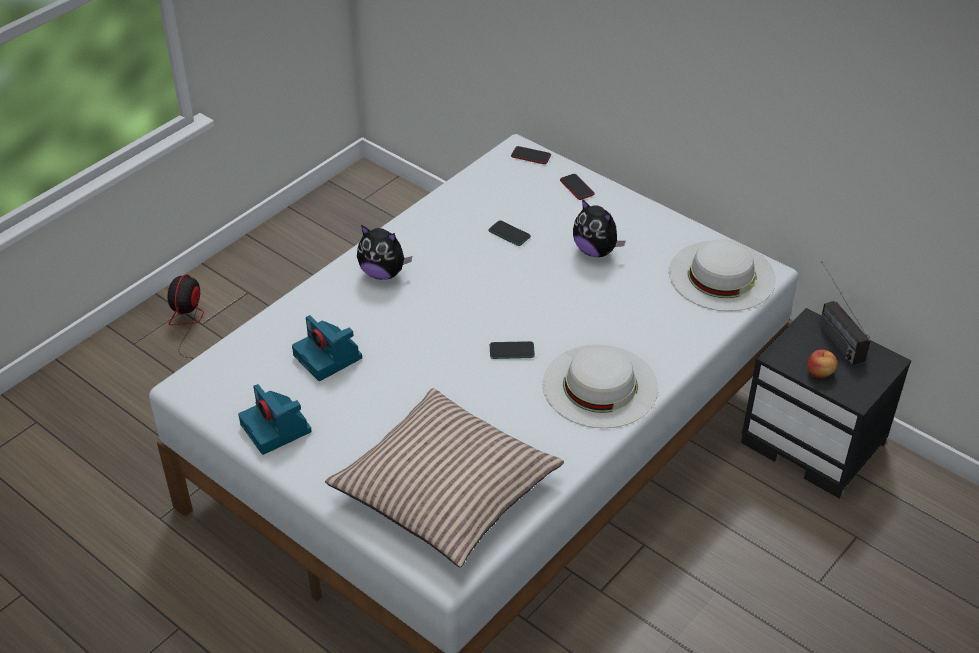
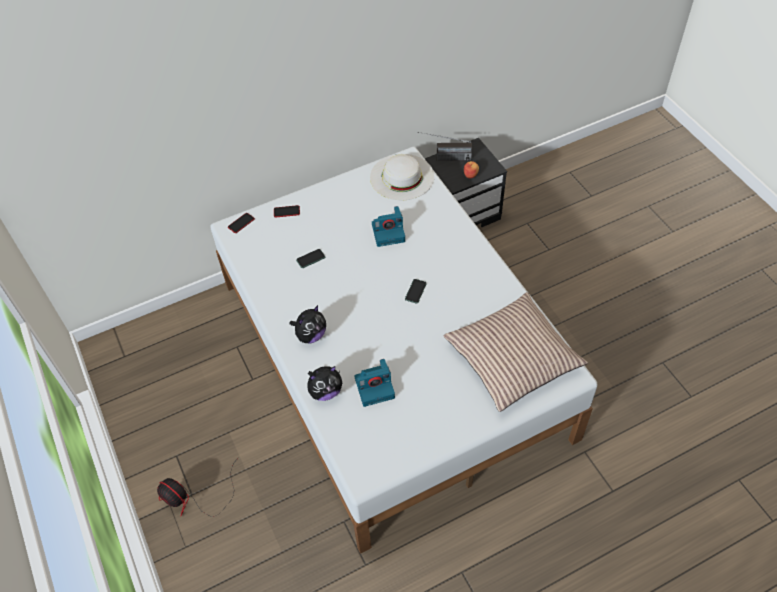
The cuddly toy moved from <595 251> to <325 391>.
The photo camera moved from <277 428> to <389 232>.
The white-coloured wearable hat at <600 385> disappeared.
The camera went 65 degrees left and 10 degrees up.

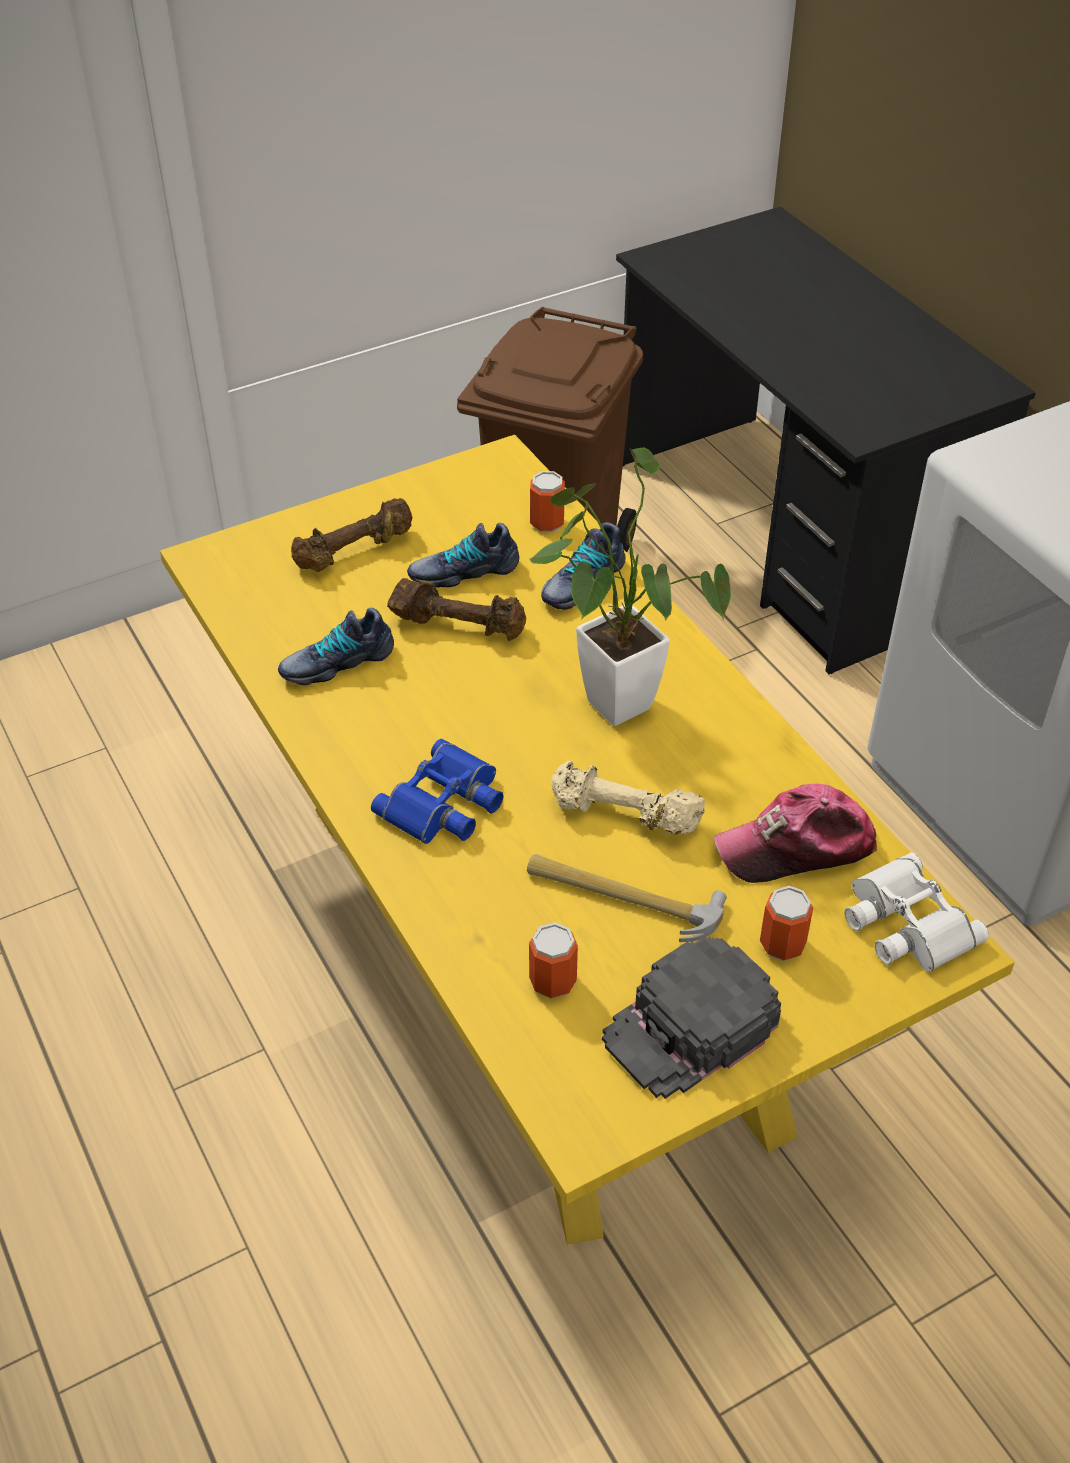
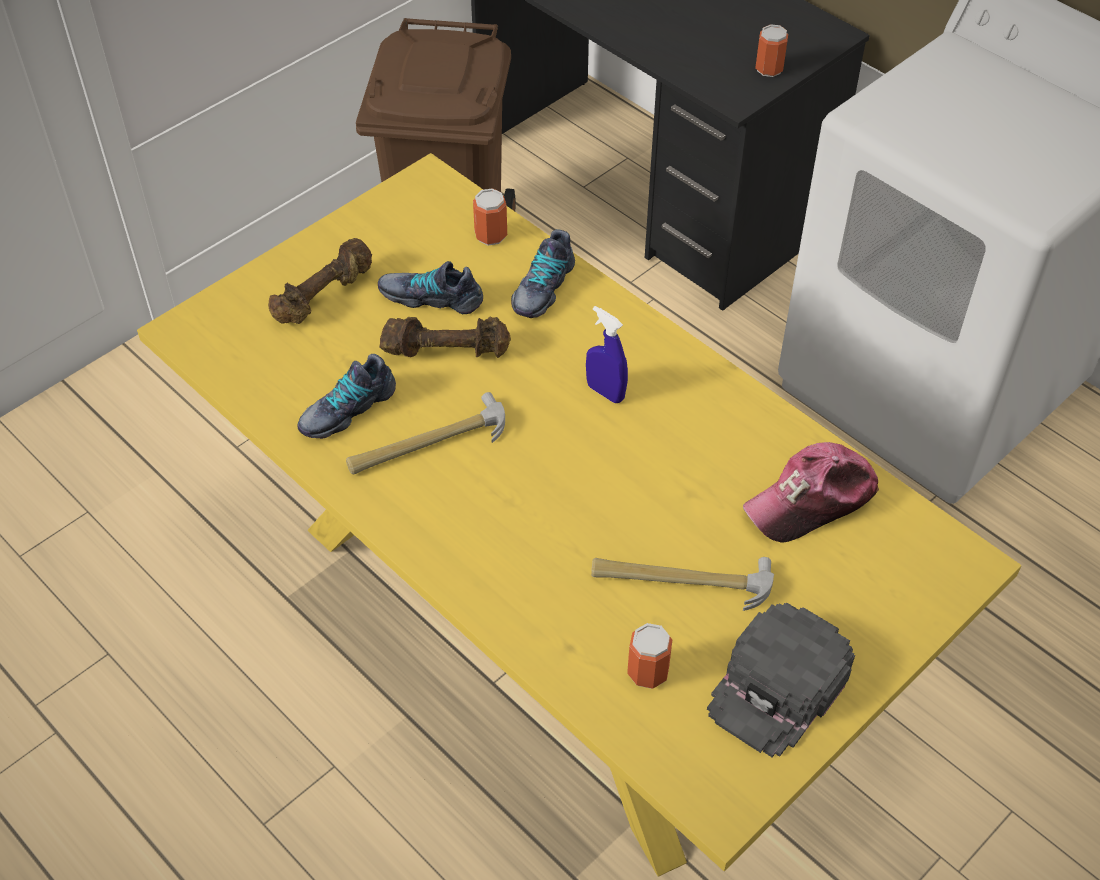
The hand hammer at <428 443> appeared.
The shoe at <463 571> turned 45 degrees clockwise.
The plant in a pot at <610 696> was replaced by the bluish sprayer at <605 392>.
The metal can moved from <782 944> to <769 69>.
The bluish binoculars at <445 804> disappeared.
The beige-coloured free weight at <623 816> disappeared.
The white-coloured binoculars at <904 923> disappeared.
The camera went 15 degrees left and 5 degrees up.

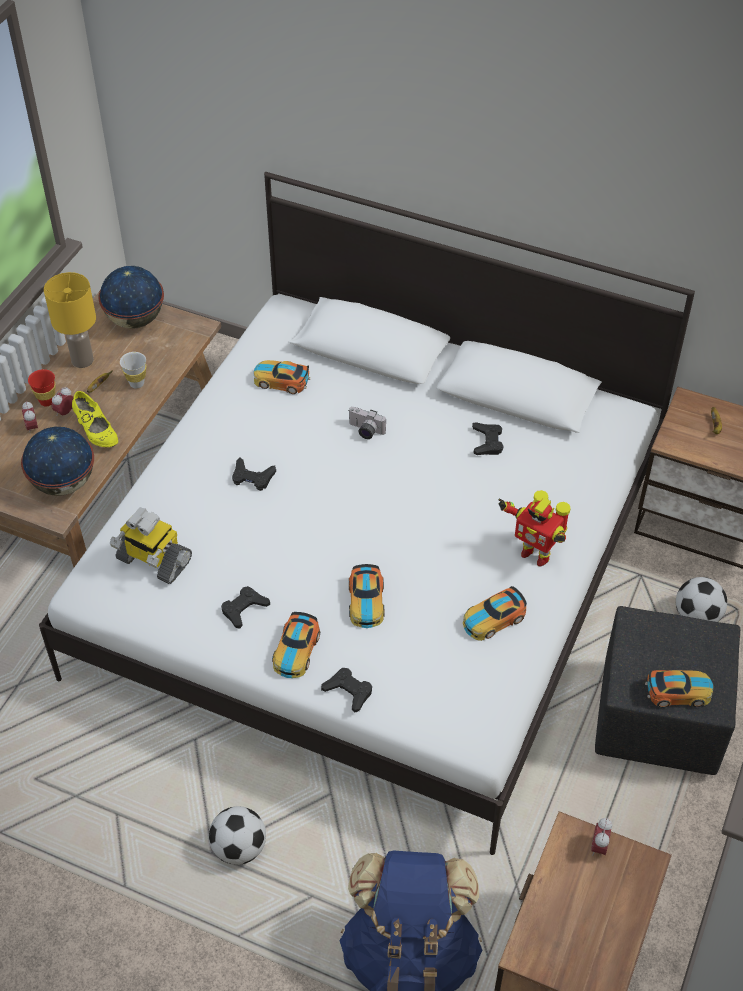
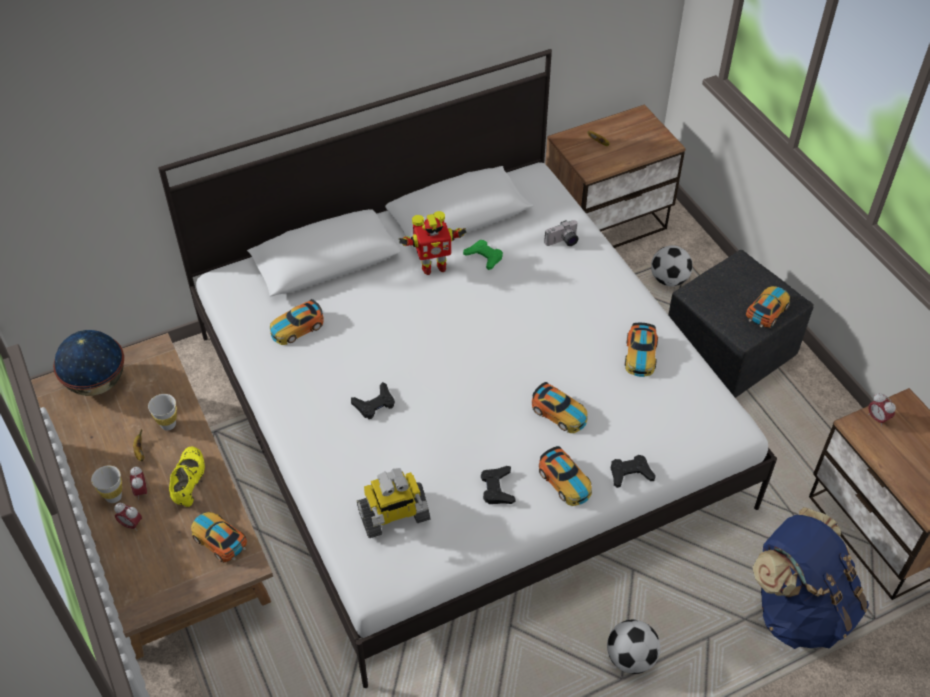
The red drinking cup at <47 401> became the white-coloured drinking cup at <114 497>.
The yellow-coloured shoe at <96 432> turned 90 degrees counterclockwise.
The world globe at <63 484> was replaced by the toy car at <219 539>.
The model robot moved from <535 553> to <432 267>.
The black-coloured game controller at <487 442> became the greenish game controller at <484 257>.
The photo camera moved from <365 431> to <563 242>.
The yellow-coloured lamp for a table at <82 360> disappeared.
The camera went 50 degrees left and 0 degrees up.

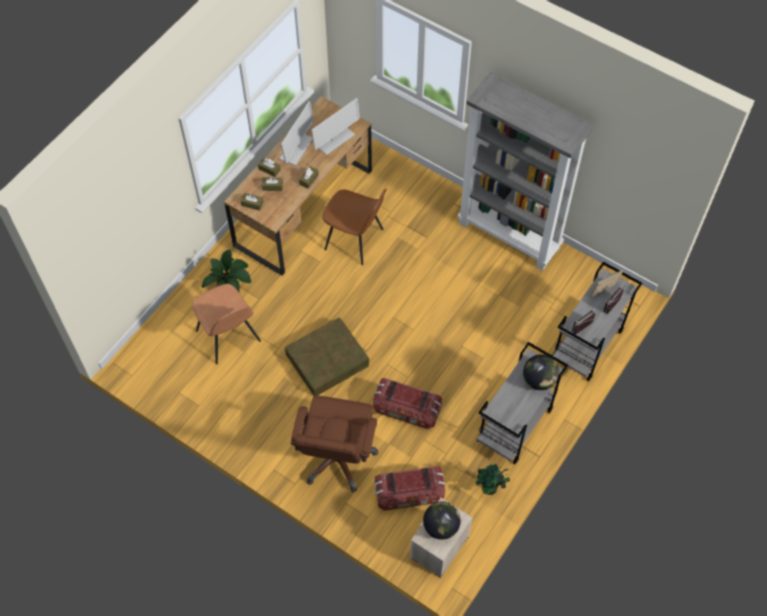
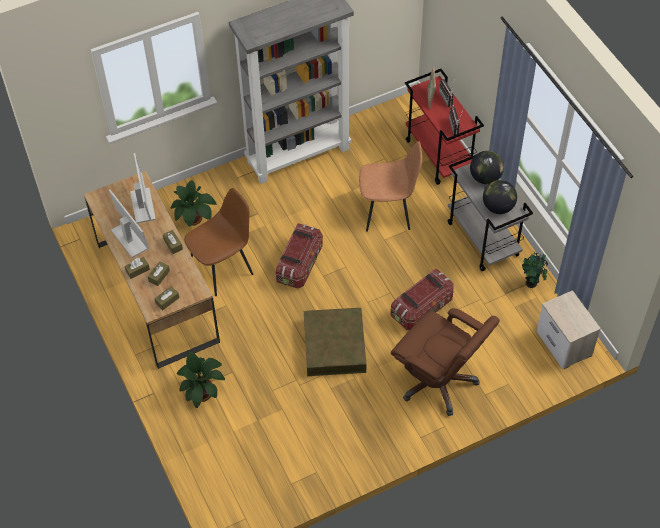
The plant in a pot at <194 219> appeared.
The storage container moved from <409 494> to <300 264>.
The brownish upright chair moved from <229 337> to <388 211>.
The grey cart at <587 346> became the red cart at <439 156>.
The world globe moved from <441 526> to <498 207>.
The camera went 60 degrees left and 5 degrees down.

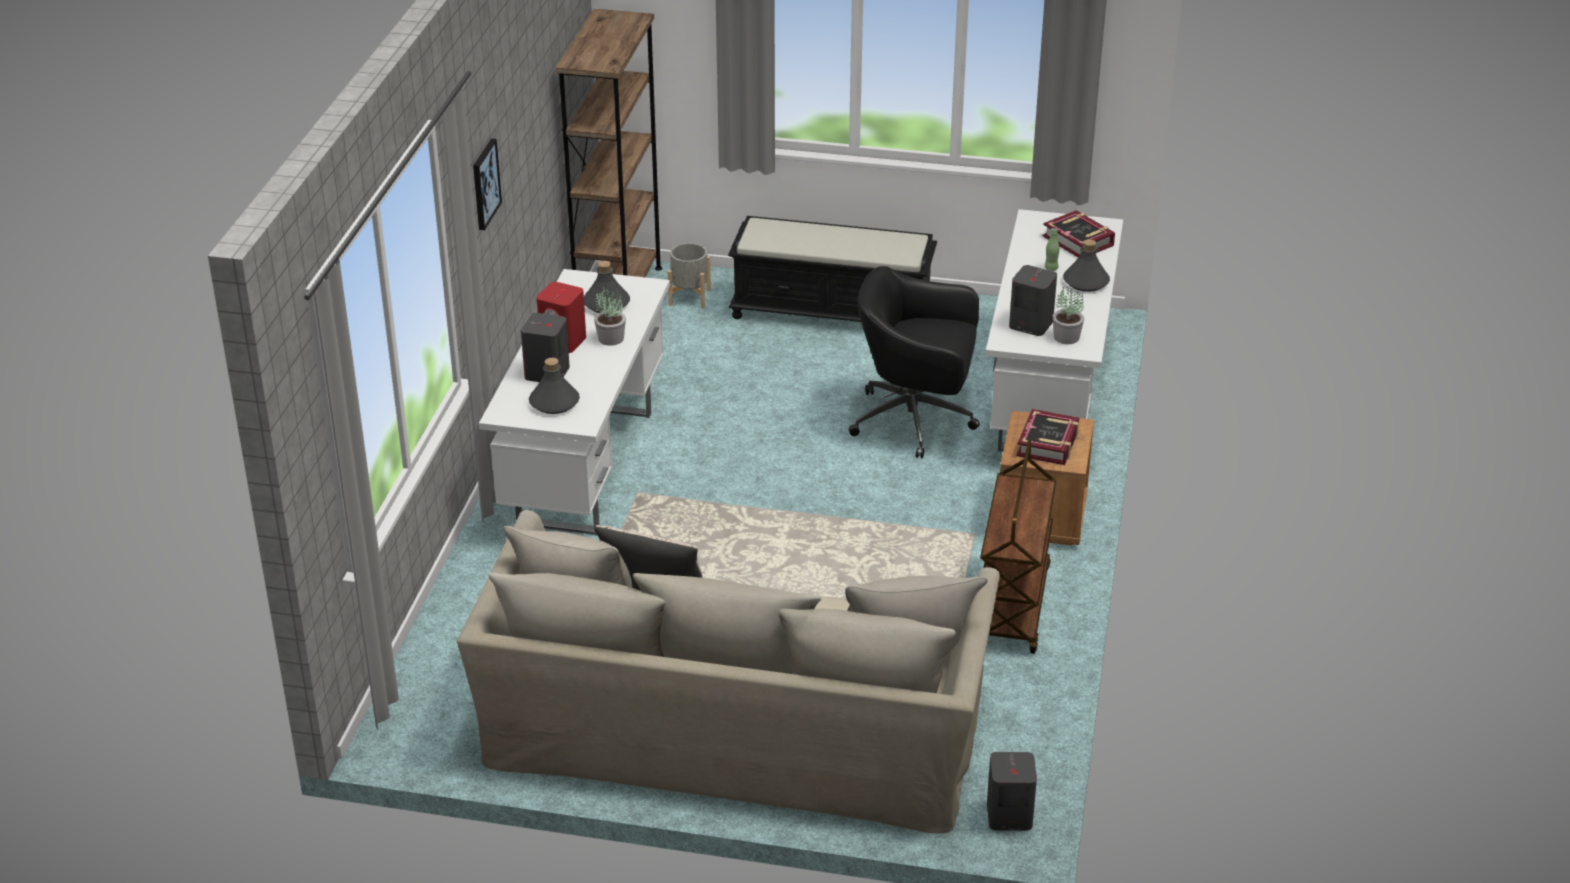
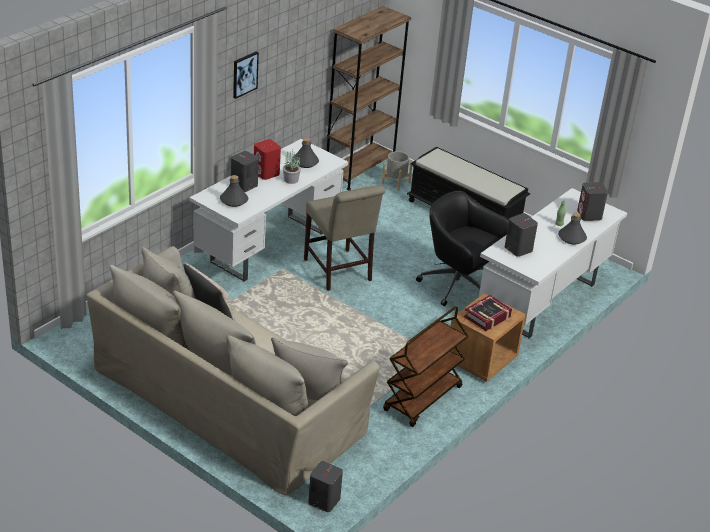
The beige-coloured upright chair at <339 272> appeared.
The bound book at <1078 241> was replaced by the grey speaker at <589 215>.
The plant in a pot at <1066 337> disappeared.
The camera went 25 degrees right and 0 degrees up.

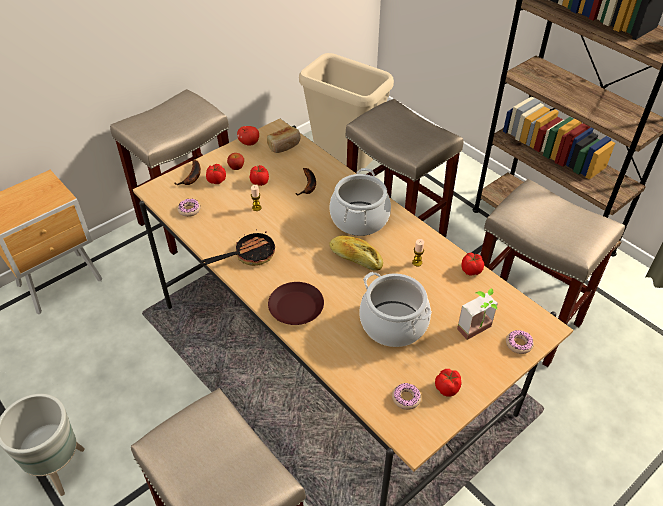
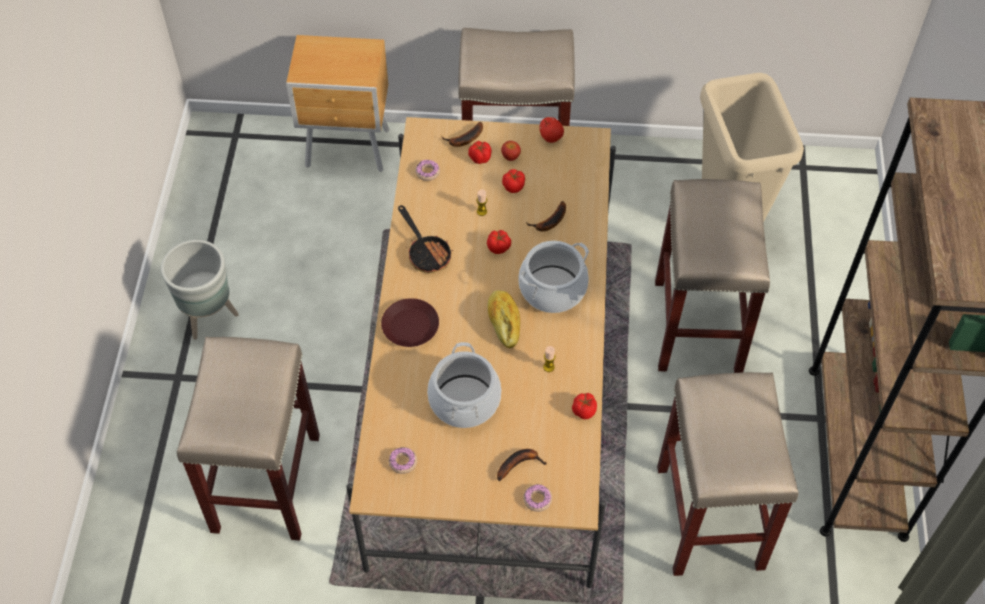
The pan at <249 255> turned 45 degrees clockwise.
The tomato moved from <447 388> to <499 247>.
The plant in a pot at <478 332> was replaced by the banana fruit at <519 463>.
The baked bread at <284 145> disappeared.
The camera went 45 degrees right and 10 degrees up.

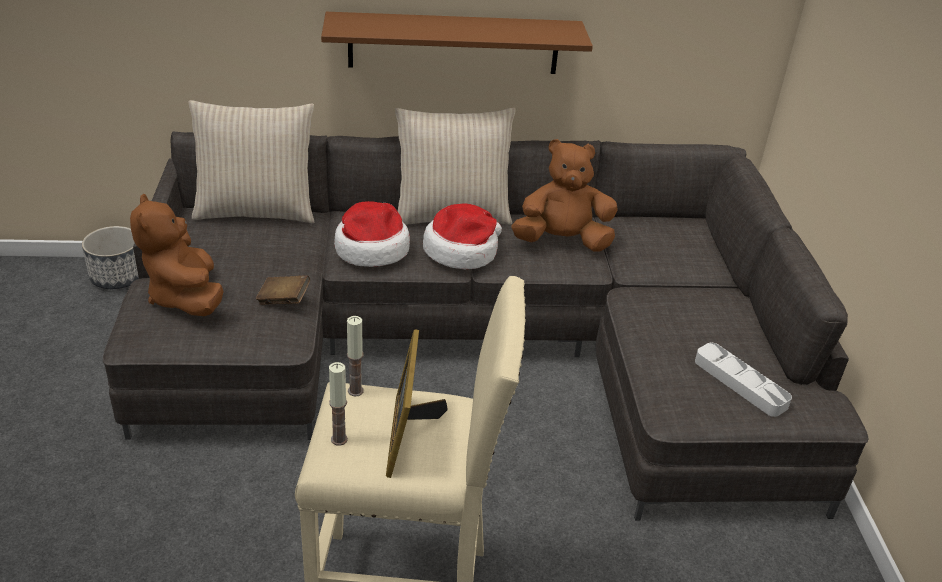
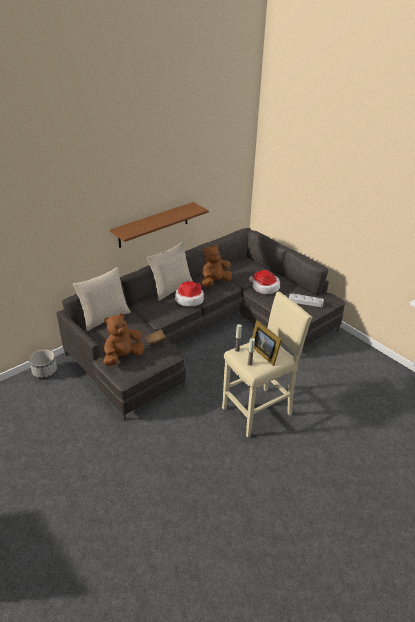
The brownish cuddly toy at <185 297> turned 105 degrees clockwise.
The wearable hat moved from <371 249> to <264 287>.
The camera went 35 degrees left and 0 degrees up.

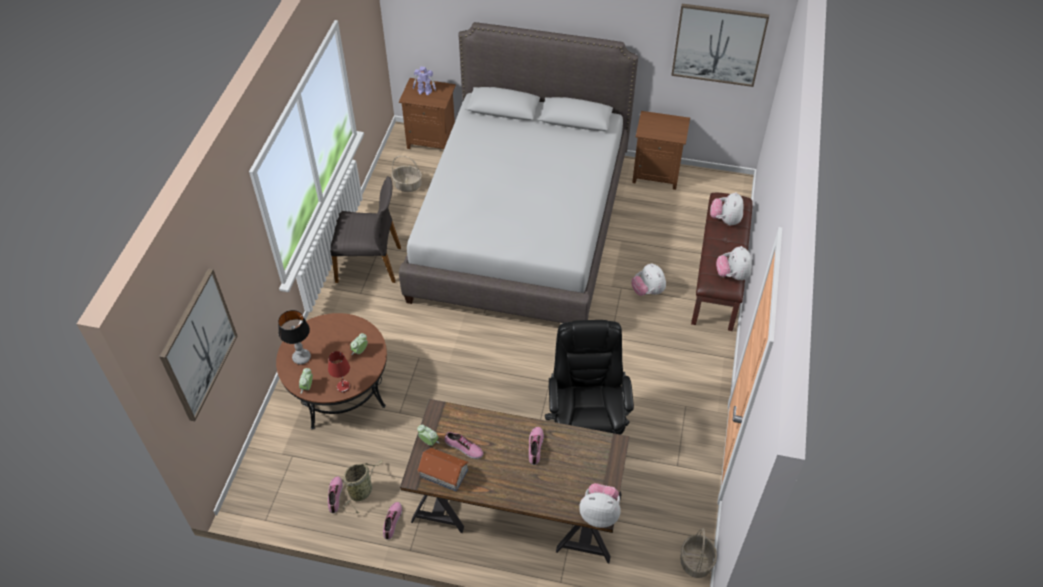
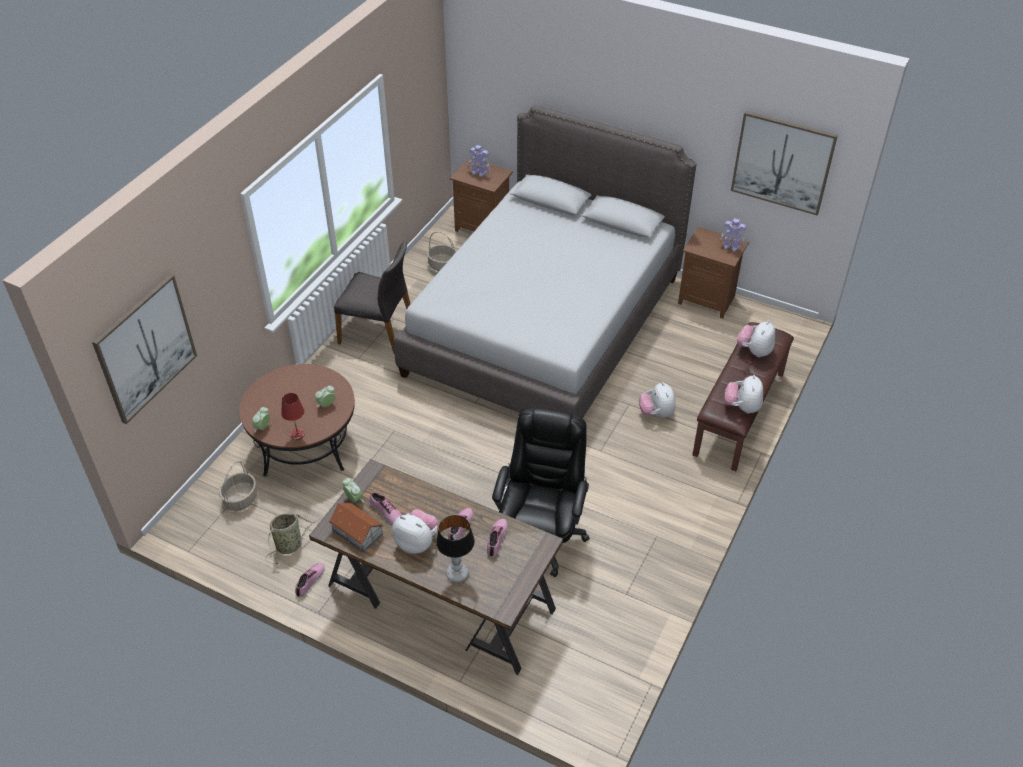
The household basket moved from <695 561> to <240 499>.
The cuddly toy moved from <599 514> to <417 542>.
The lamp for a table moved from <302 358> to <457 574>.
The shoe moved from <335 495> to <497 539>.
The model robot at <731 247> appeared.
The camera went 15 degrees right and 5 degrees down.

